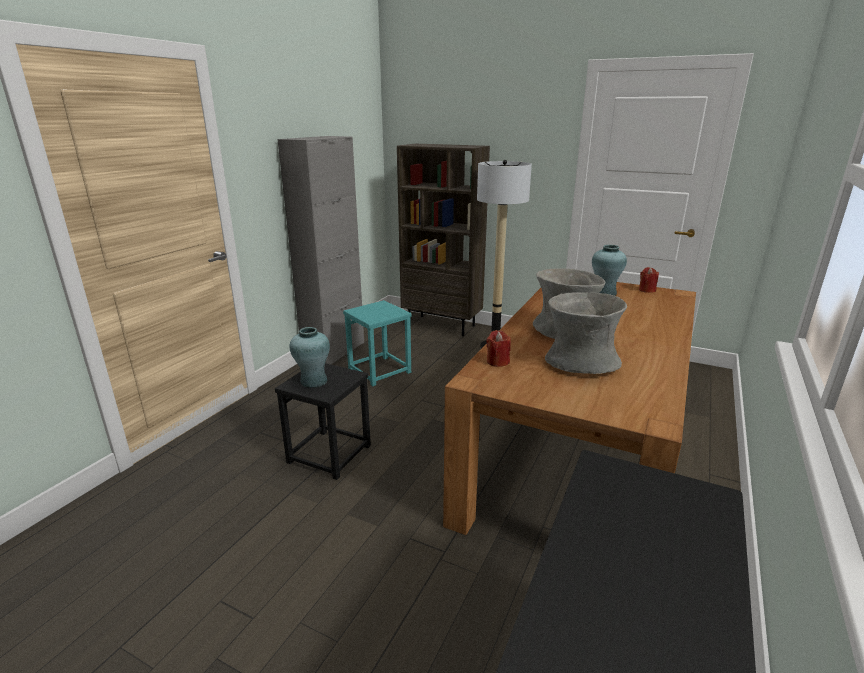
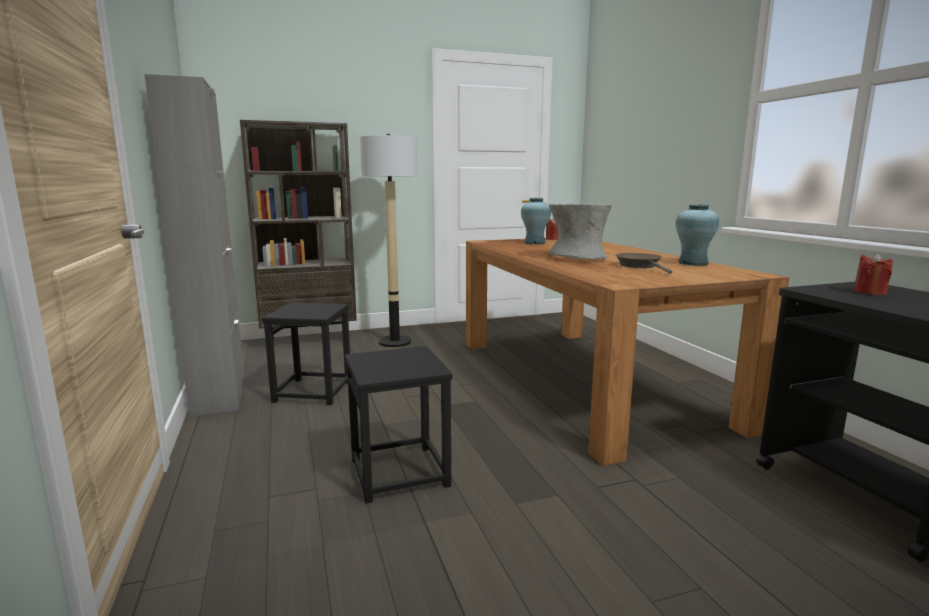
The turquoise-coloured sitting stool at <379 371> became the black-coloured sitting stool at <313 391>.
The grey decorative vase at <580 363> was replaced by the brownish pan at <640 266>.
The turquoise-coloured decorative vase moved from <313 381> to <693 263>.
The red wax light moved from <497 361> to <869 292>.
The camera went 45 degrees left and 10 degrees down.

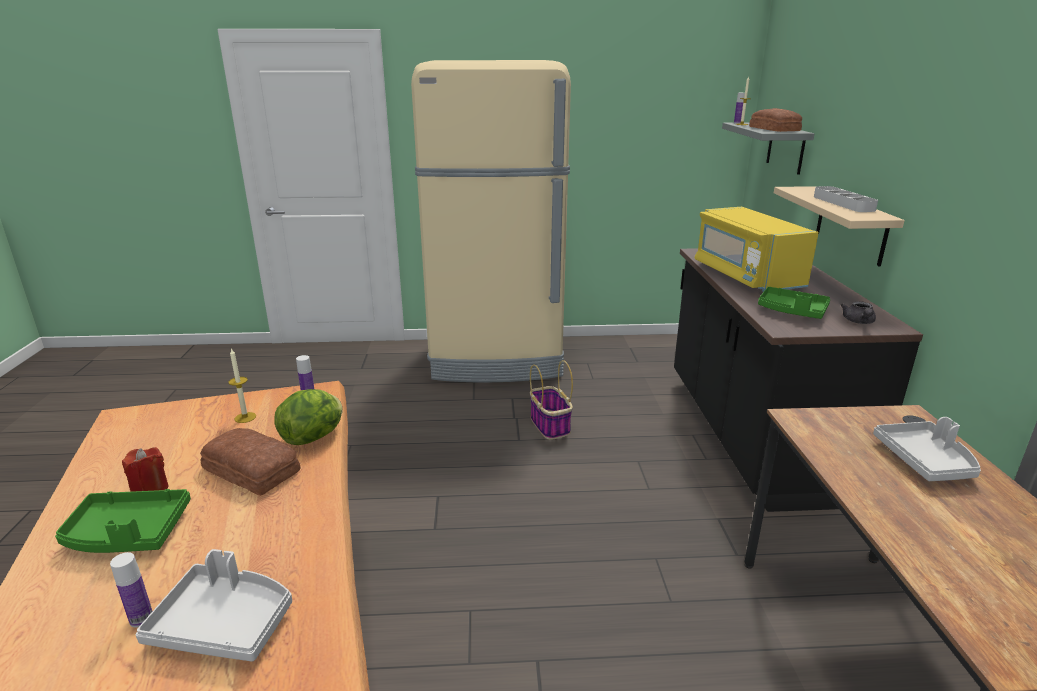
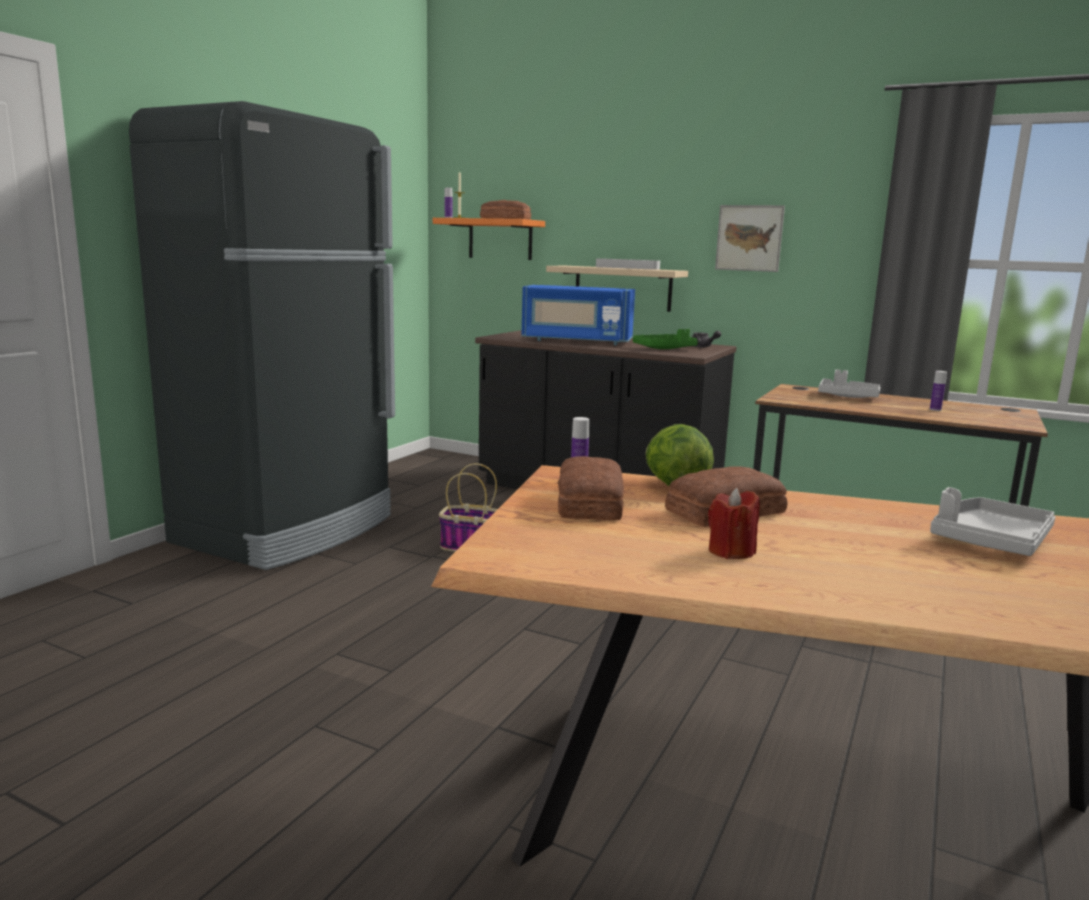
The beige-coloured fridge at <497 359> became the black-coloured fridge at <288 530>.
The grey shelf at <786 148> became the orange-coloured shelf at <500 239>.
The yellow-coloured kitchen microwave at <746 276> became the bluish kitchen microwave at <576 341>.
The wax light at <245 417> was replaced by the baked bread at <587 503>.
The picture at <749 238> appeared.
The beverage bottle moved from <141 619> to <935 409>.
The greenish serving tray at <128 534> disappeared.
The camera went 60 degrees left and 10 degrees down.

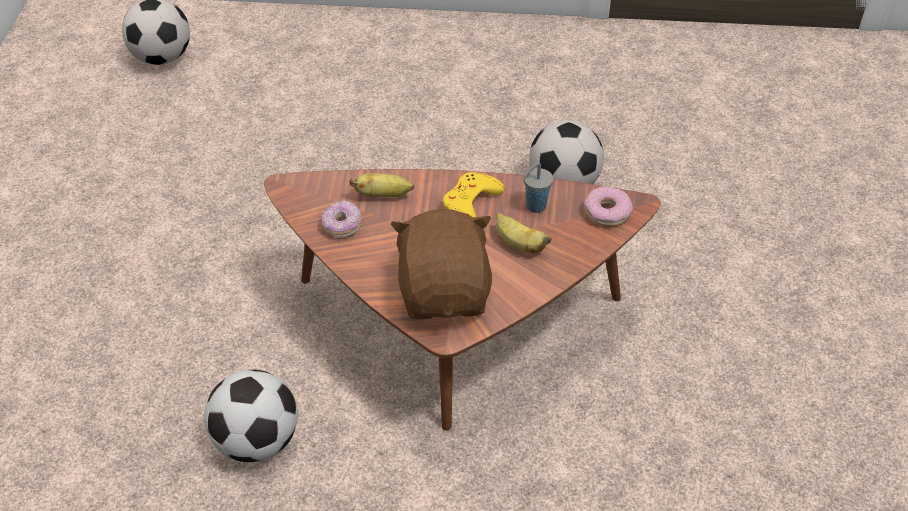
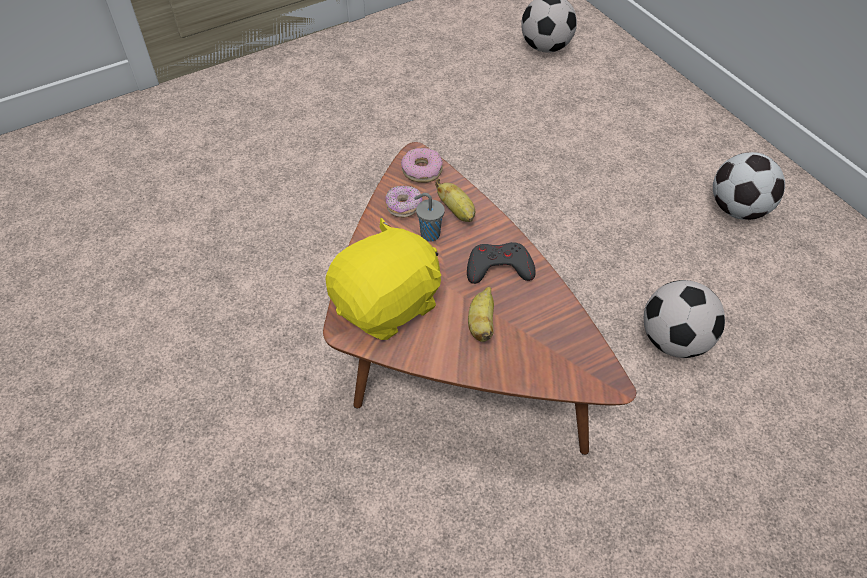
The brownish cuddly toy at <445 292> became the yellow-coloured cuddly toy at <388 304>.
The ring doughnut moved from <607 212> to <422 170>.
The grey drinking cup moved from <534 206> to <429 234>.
The yellow-coloured game controller at <471 203> became the grey game controller at <499 268>.
The ball for football moved from <257 440> to <738 209>.
The camera went 55 degrees right and 5 degrees up.

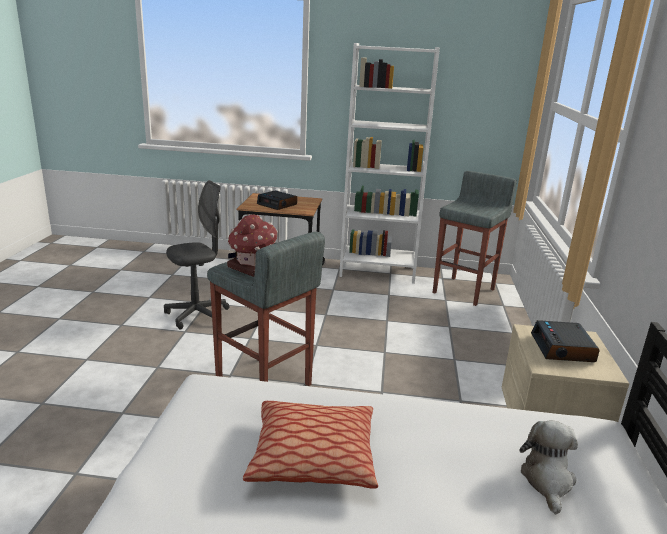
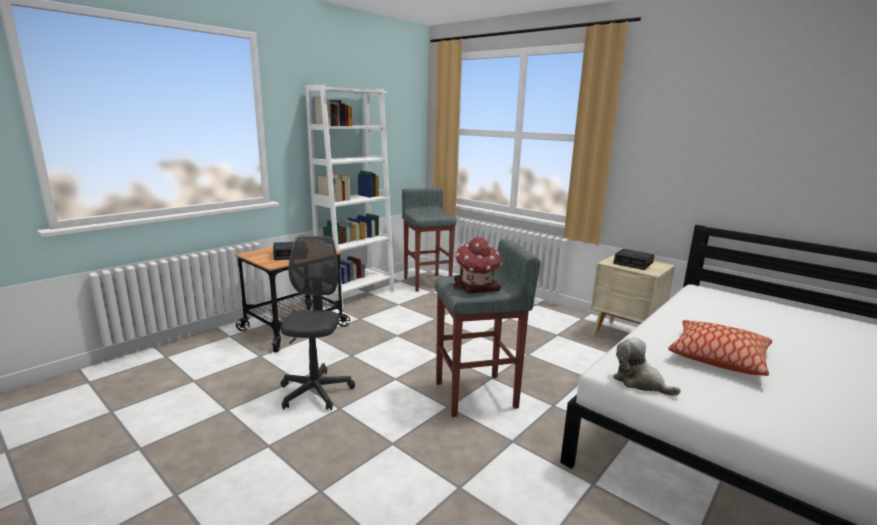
The cuddly toy moved from <547 480> to <640 382>.
The camera went 55 degrees left and 5 degrees down.

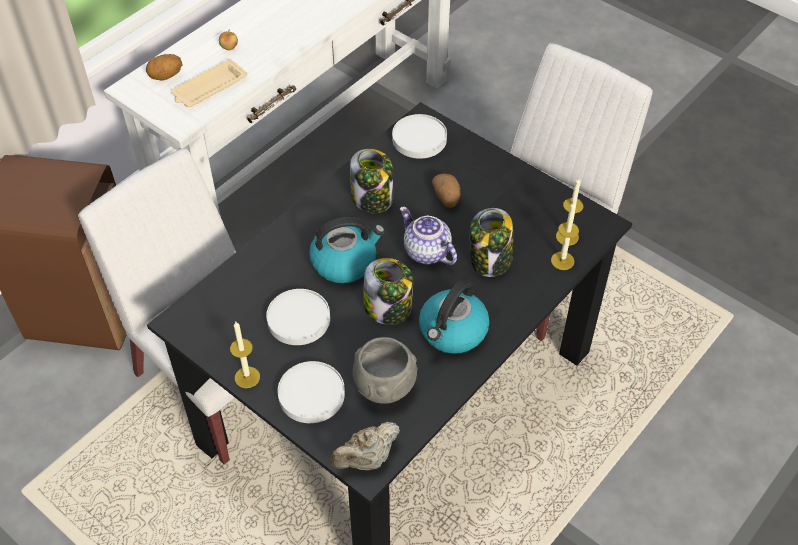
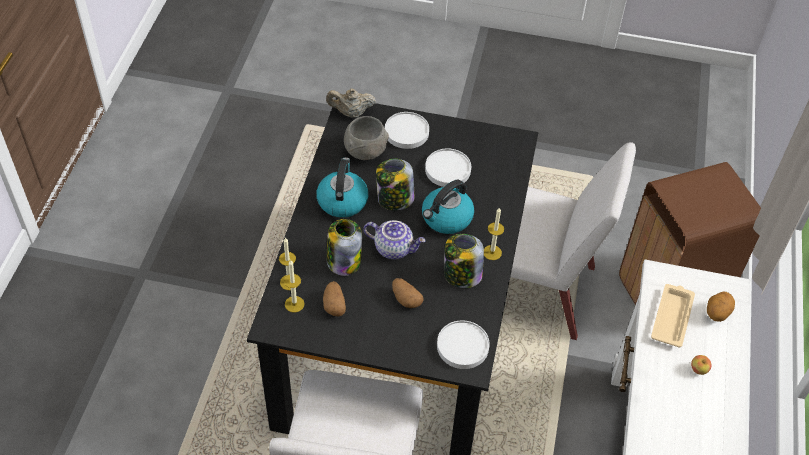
The whole potato at <334 305> appeared.
The beige-coloured teapot at <366 459> turned 120 degrees counterclockwise.
The wax light moved from <247 377> to <492 252>.
The camera went 150 degrees right and 0 degrees up.

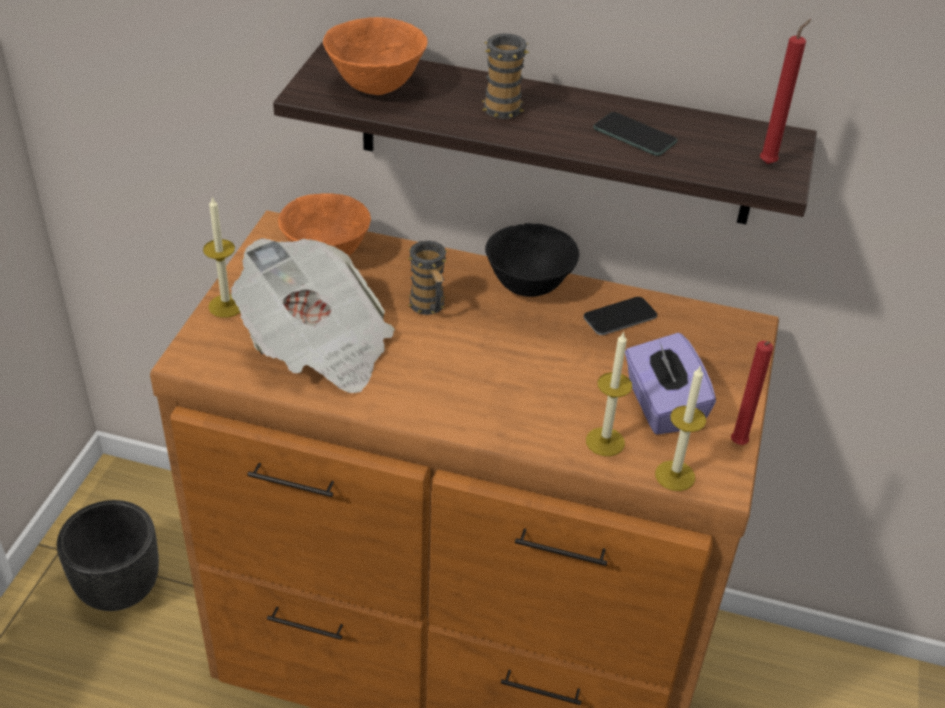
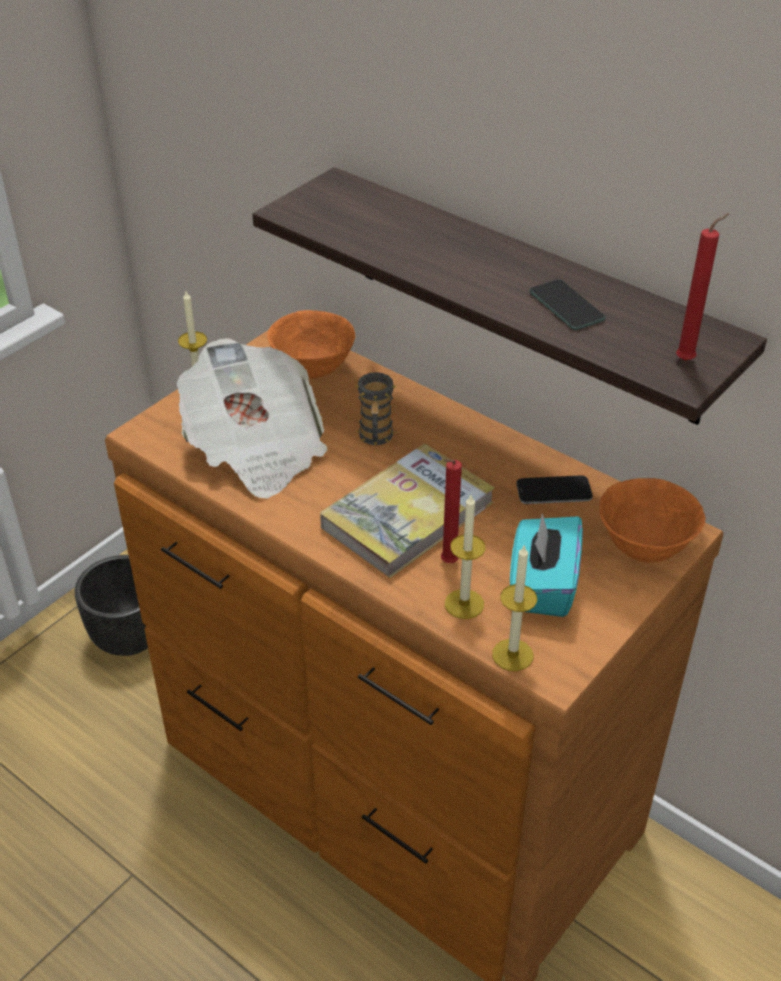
The bound book at <407 515> appeared.
The red wax light moved from <737 445> to <447 563>.
The purple tissue holder at <662 406> became the turquoise-coloured tissue holder at <542 586>.
The orange-coloured deep dish moved from <375 86> to <643 547>.
The coffee mug at <505 105> disappeared.
The black-coloured deep dish at <529 286> disappeared.
The camera went 25 degrees right and 0 degrees up.

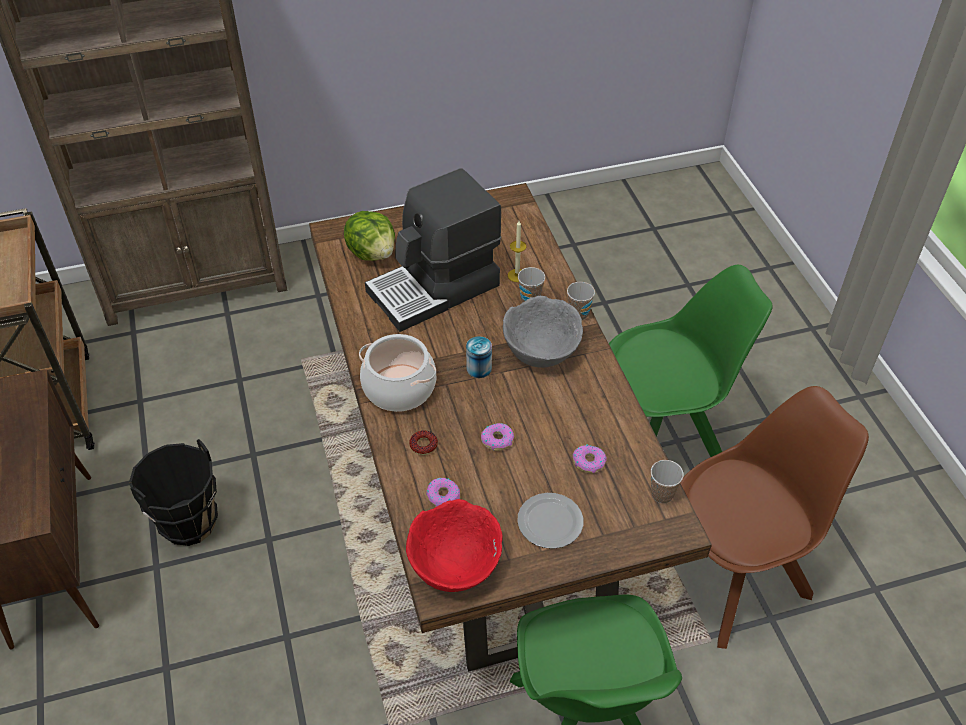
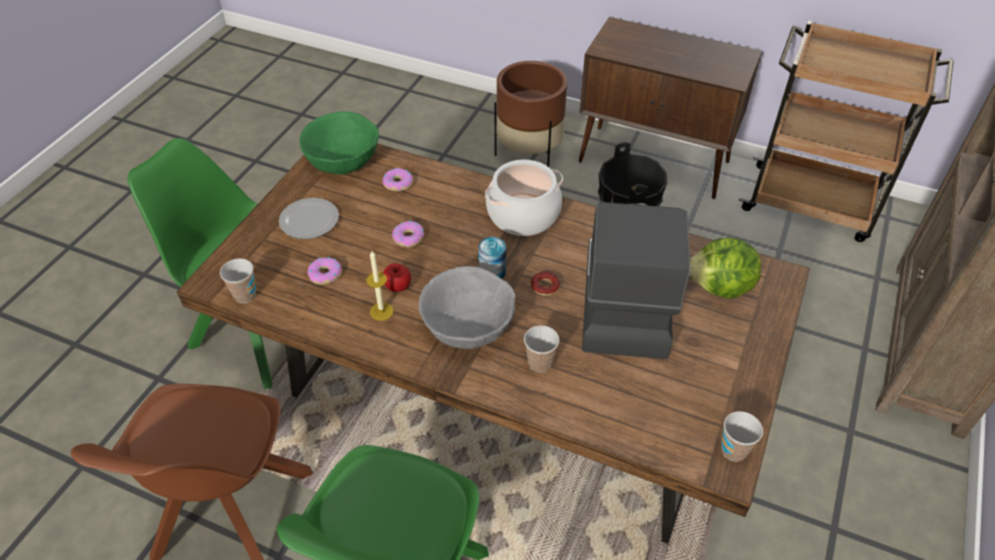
The red deep dish at <455 563> became the greenish deep dish at <342 161>.
The wax light moved from <517 275> to <381 311>.
The whole apple at <397 286> appeared.
The brownish flower pot at <529 155> appeared.
The ring doughnut moved from <423 445> to <545 286>.
The drinking cup moved from <578 314> to <733 450>.
The camera went 130 degrees right and 0 degrees up.

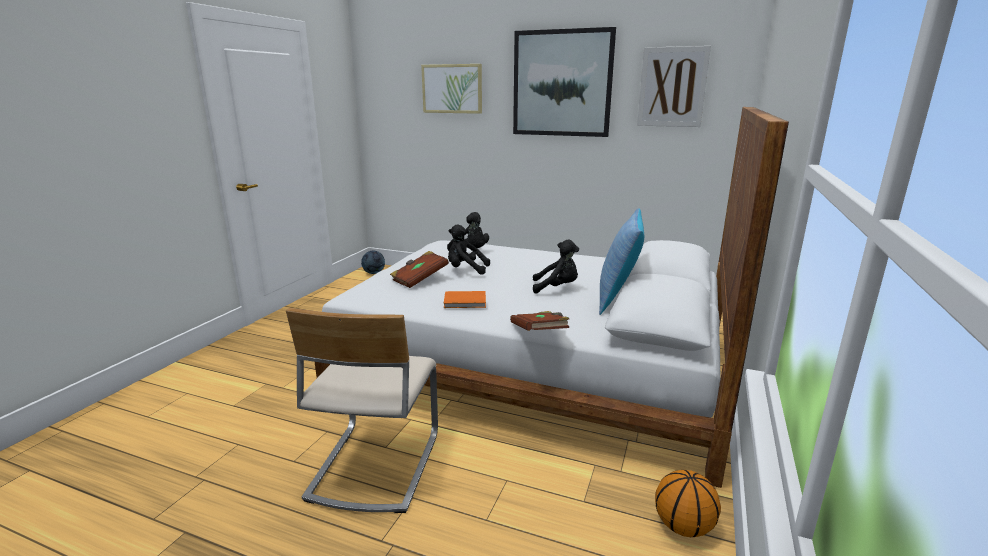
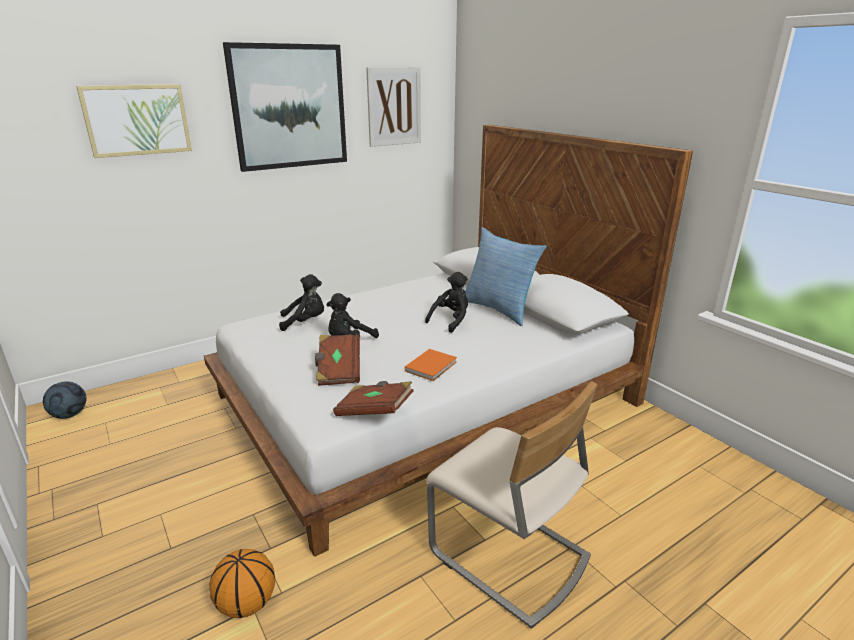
The ball for basketball moved from <684 527> to <248 603>.
The brownish bound book moved from <539 333> to <374 411>.
The camera went 55 degrees left and 5 degrees up.

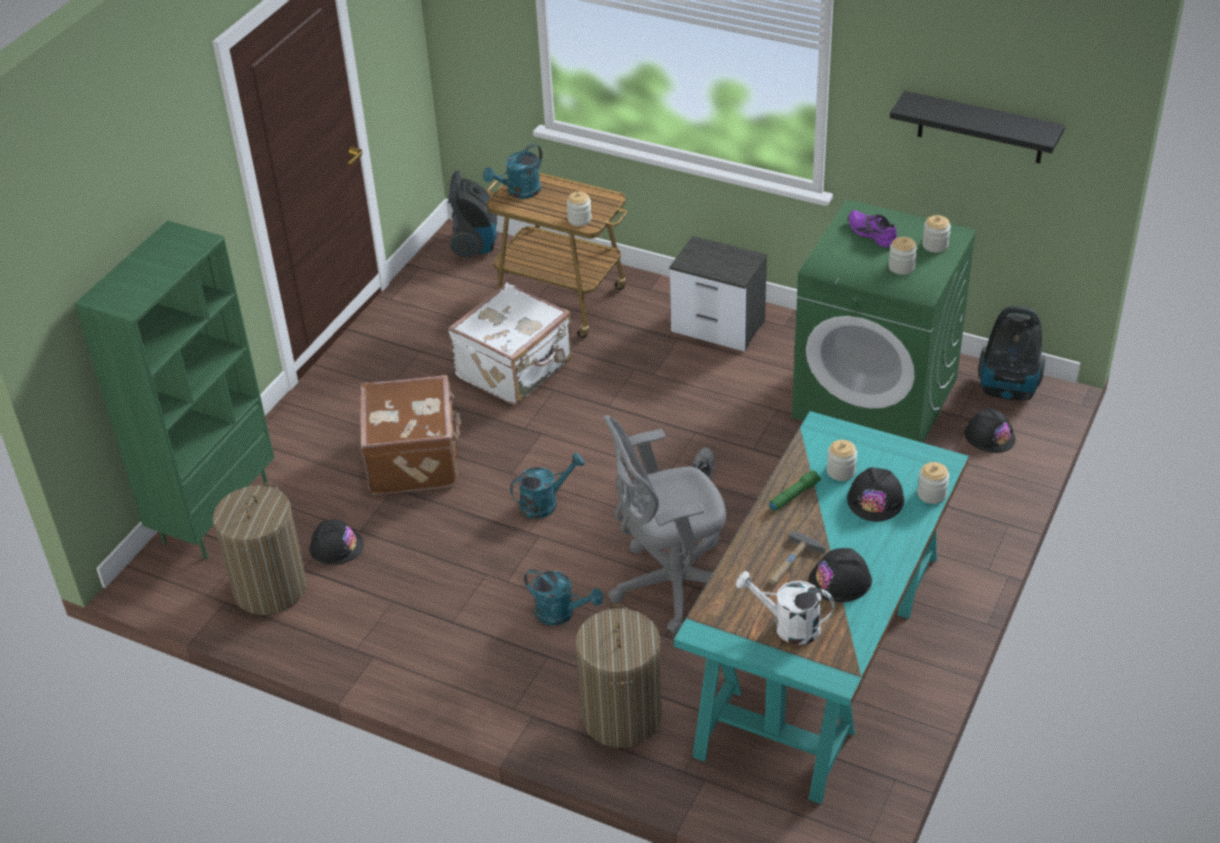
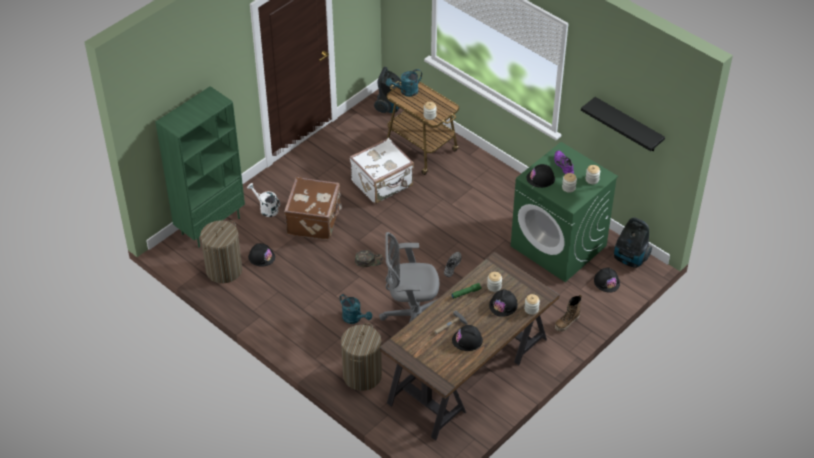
The white-coloured watering can moved from <788 626> to <266 209>.
The turquoise-coloured watering can at <545 503> was replaced by the greenish baseball cap at <369 260>.
The turquoise-coloured desk table at <822 654> became the brownish desk table at <468 371>.
The black-coloured safety helmet at <540 178> appeared.
The high-top boot at <567 323> appeared.
The bedside table at <719 327> disappeared.
The camera went 15 degrees right and 5 degrees up.

